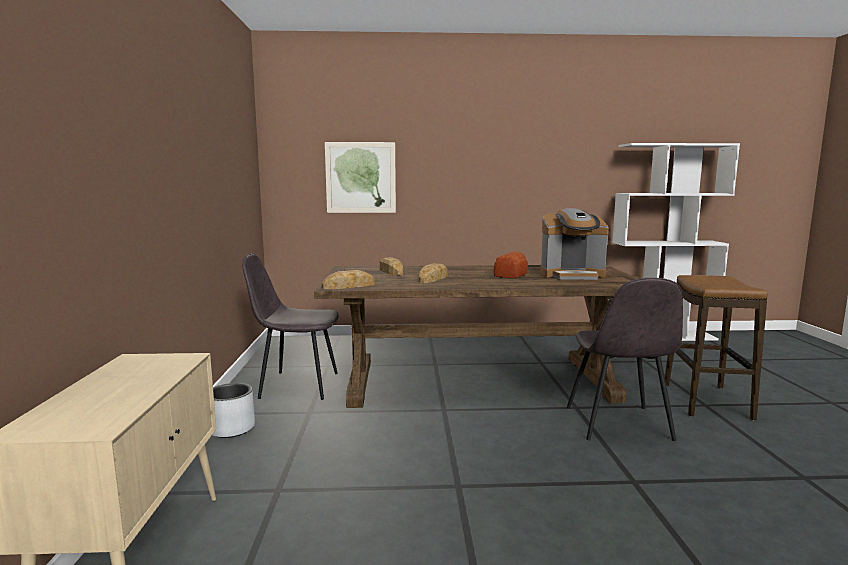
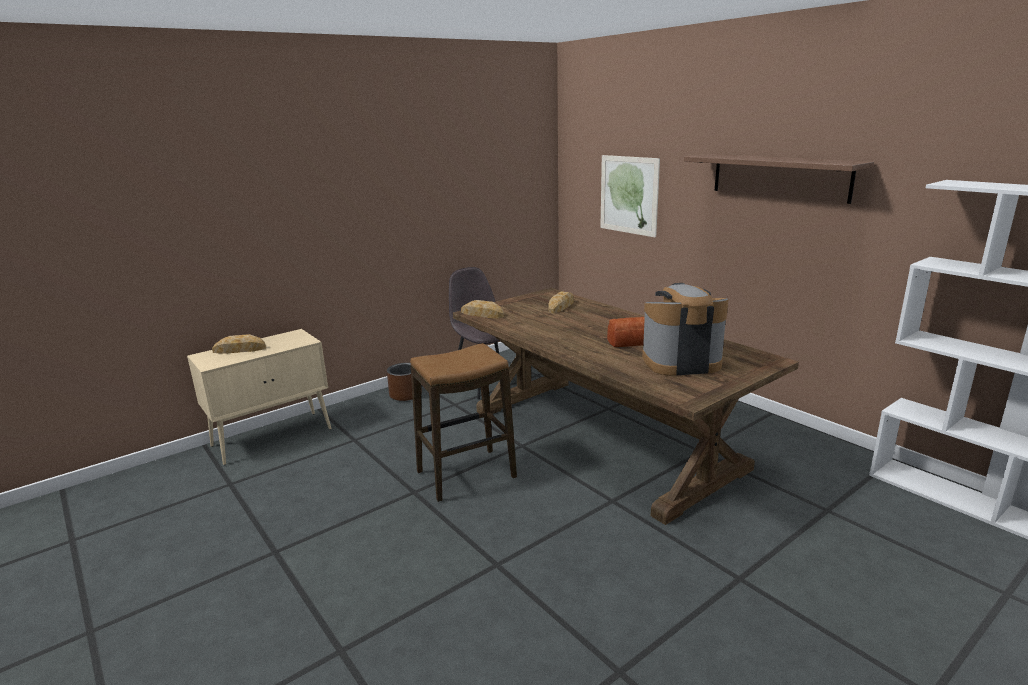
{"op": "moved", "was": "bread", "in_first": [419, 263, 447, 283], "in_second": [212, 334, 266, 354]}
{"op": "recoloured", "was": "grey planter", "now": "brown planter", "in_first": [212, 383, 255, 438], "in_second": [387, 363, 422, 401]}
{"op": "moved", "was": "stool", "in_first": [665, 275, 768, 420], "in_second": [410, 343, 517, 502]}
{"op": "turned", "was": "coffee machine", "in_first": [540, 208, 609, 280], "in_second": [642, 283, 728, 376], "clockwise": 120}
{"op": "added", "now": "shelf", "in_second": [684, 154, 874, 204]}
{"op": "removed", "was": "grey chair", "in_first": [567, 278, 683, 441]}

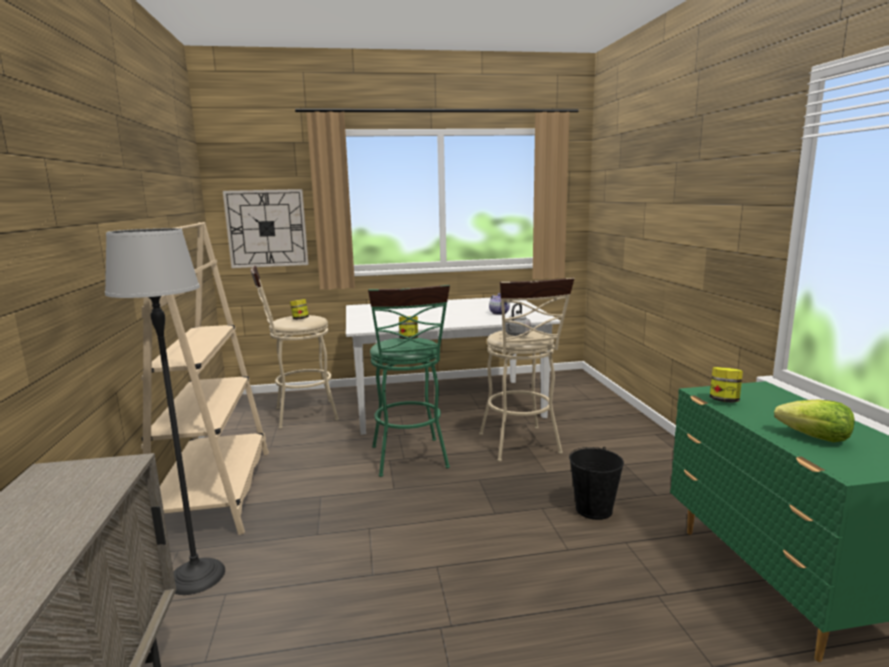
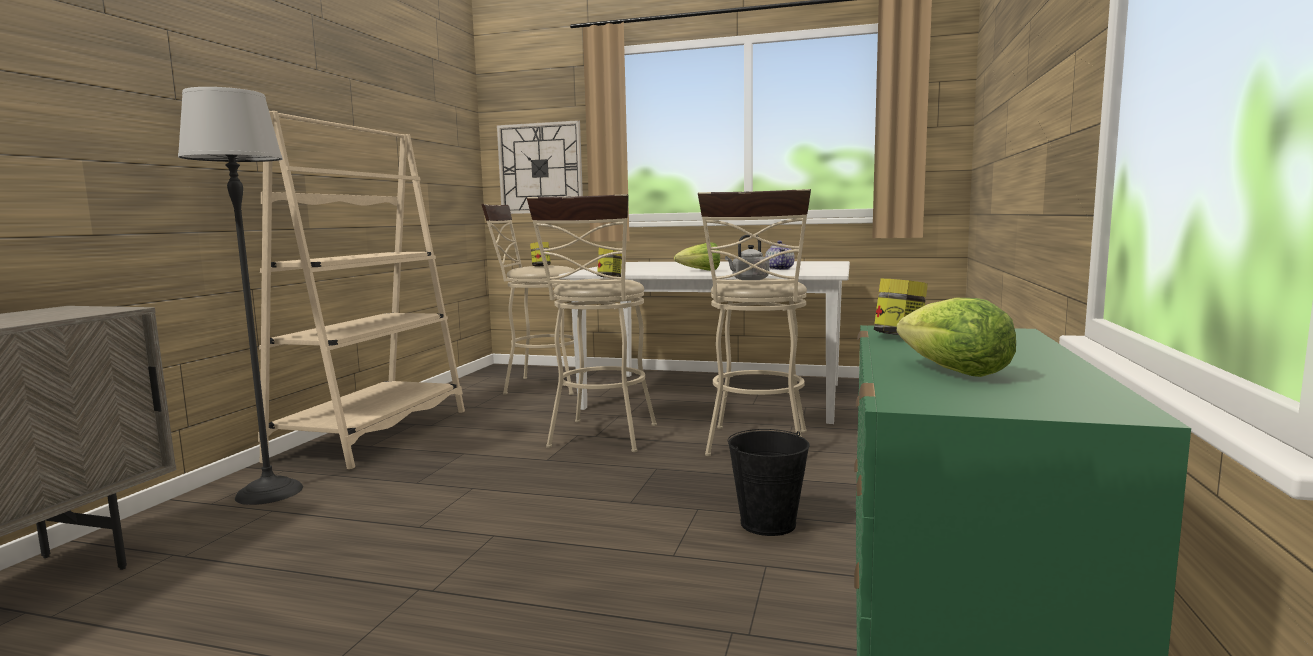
{"op": "recoloured", "was": "green stool", "now": "beige stool", "in_first": [368, 285, 450, 477], "in_second": [527, 194, 657, 452]}
{"op": "added", "now": "lettuce", "in_second": [674, 242, 720, 271]}

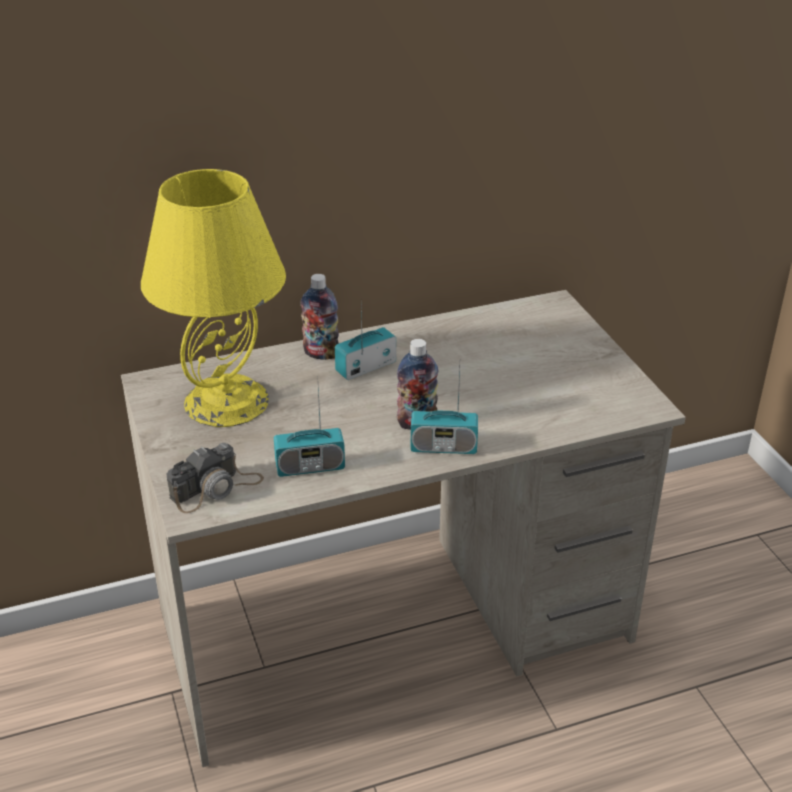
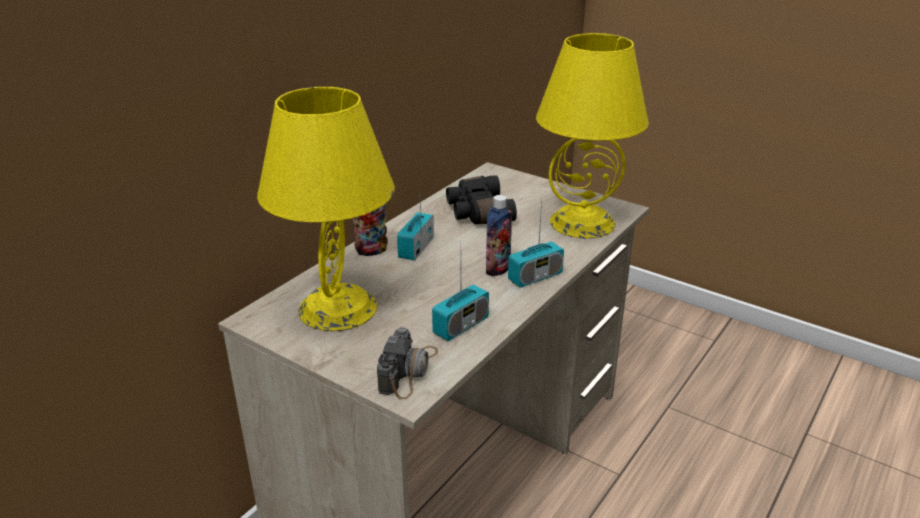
{"op": "added", "now": "black binoculars", "in_second": [446, 175, 517, 224]}
{"op": "added", "now": "yellow table lamp", "in_second": [536, 33, 649, 239]}

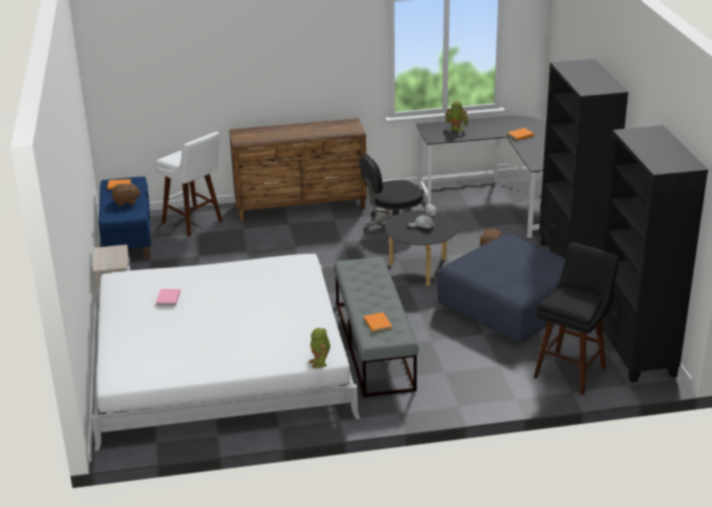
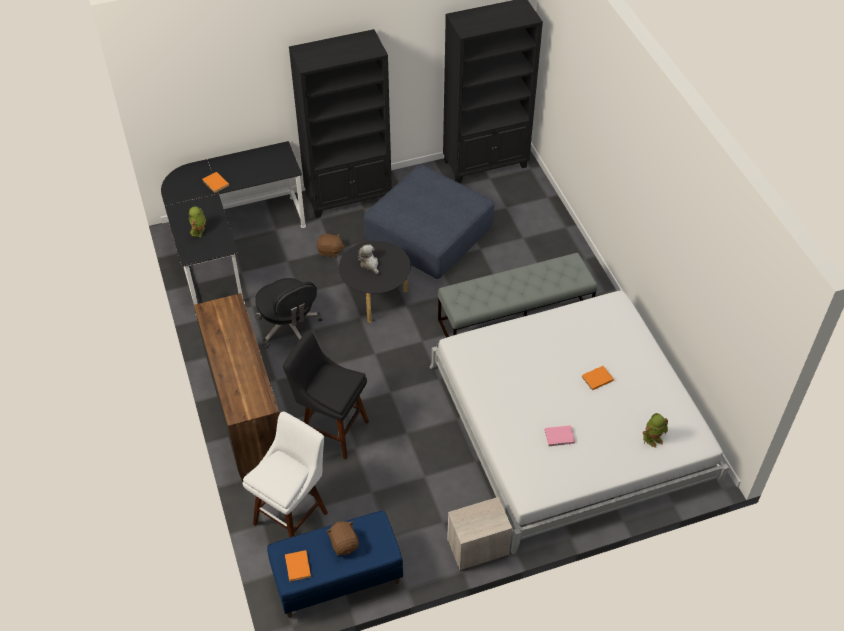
{"op": "moved", "was": "black stool", "in_first": [533, 242, 619, 395], "in_second": [283, 331, 369, 459]}
{"op": "moved", "was": "orange book", "in_first": [364, 312, 392, 333], "in_second": [582, 366, 614, 390]}
{"op": "moved", "was": "toy robot", "in_first": [309, 328, 330, 368], "in_second": [643, 413, 668, 448]}

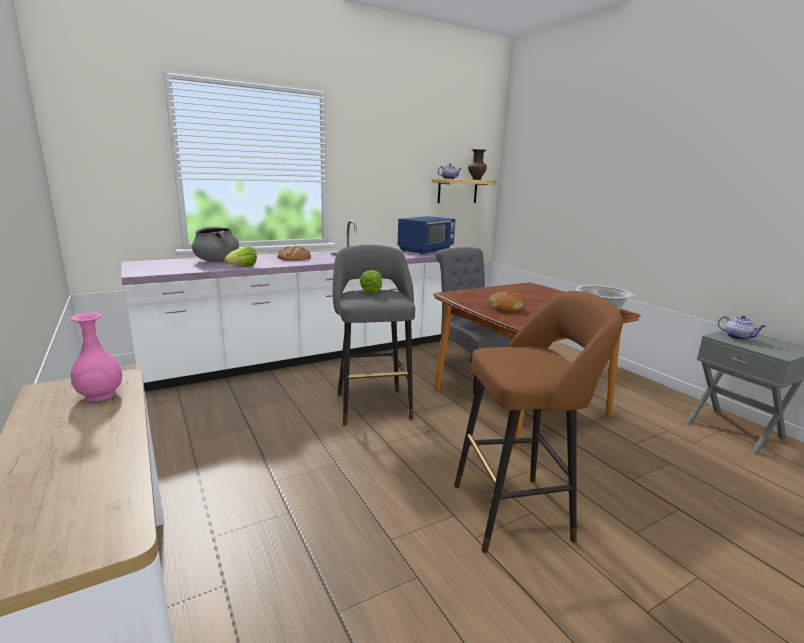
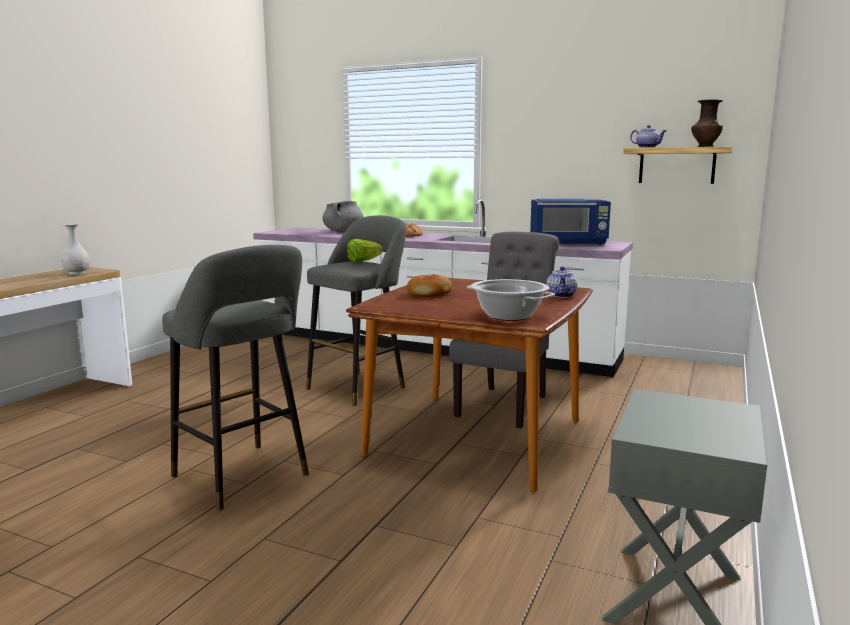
{"op": "recoloured", "was": "pink vase", "now": "white vase", "in_first": [70, 312, 122, 401], "in_second": [61, 223, 90, 275]}
{"op": "recoloured", "was": "brown stool", "now": "grey stool", "in_first": [454, 291, 623, 553], "in_second": [162, 245, 309, 510]}
{"op": "moved", "was": "teapot", "in_first": [718, 315, 766, 340], "in_second": [546, 266, 578, 298]}
{"op": "removed", "was": "lettuce", "in_first": [224, 246, 257, 266]}

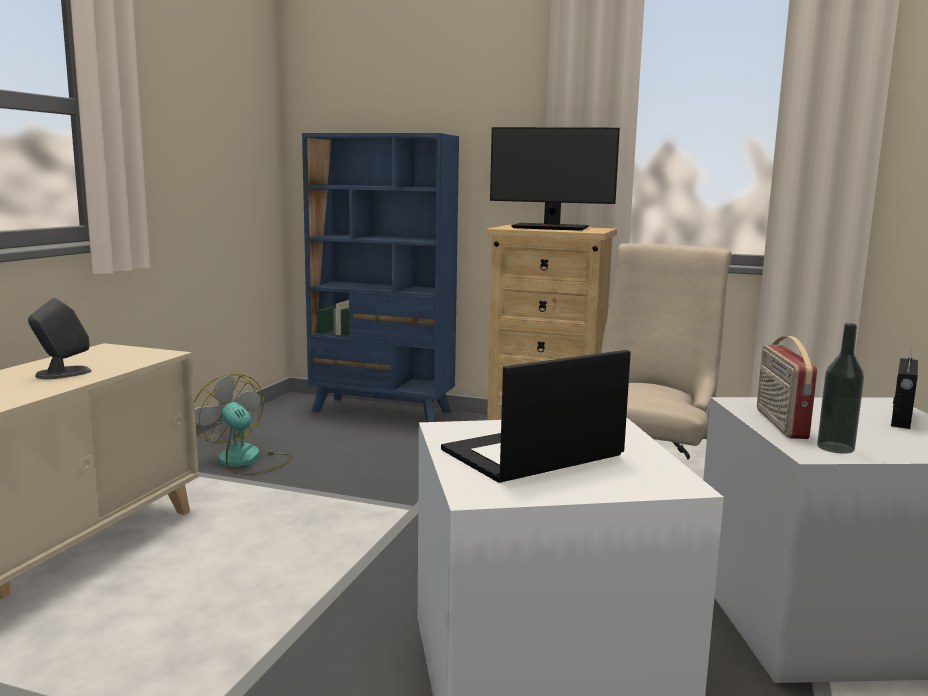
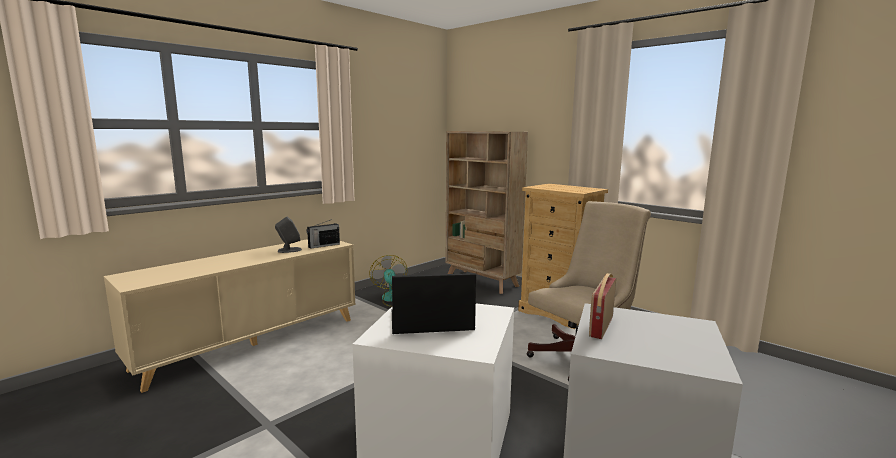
{"op": "moved", "was": "radio", "in_first": [891, 348, 918, 429], "in_second": [306, 219, 340, 249]}
{"op": "recoloured", "was": "blue bookcase", "now": "beige bookcase", "in_first": [302, 133, 459, 422], "in_second": [446, 131, 528, 294]}
{"op": "removed", "was": "monitor", "in_first": [490, 127, 620, 231]}
{"op": "removed", "was": "bottle", "in_first": [817, 323, 864, 454]}

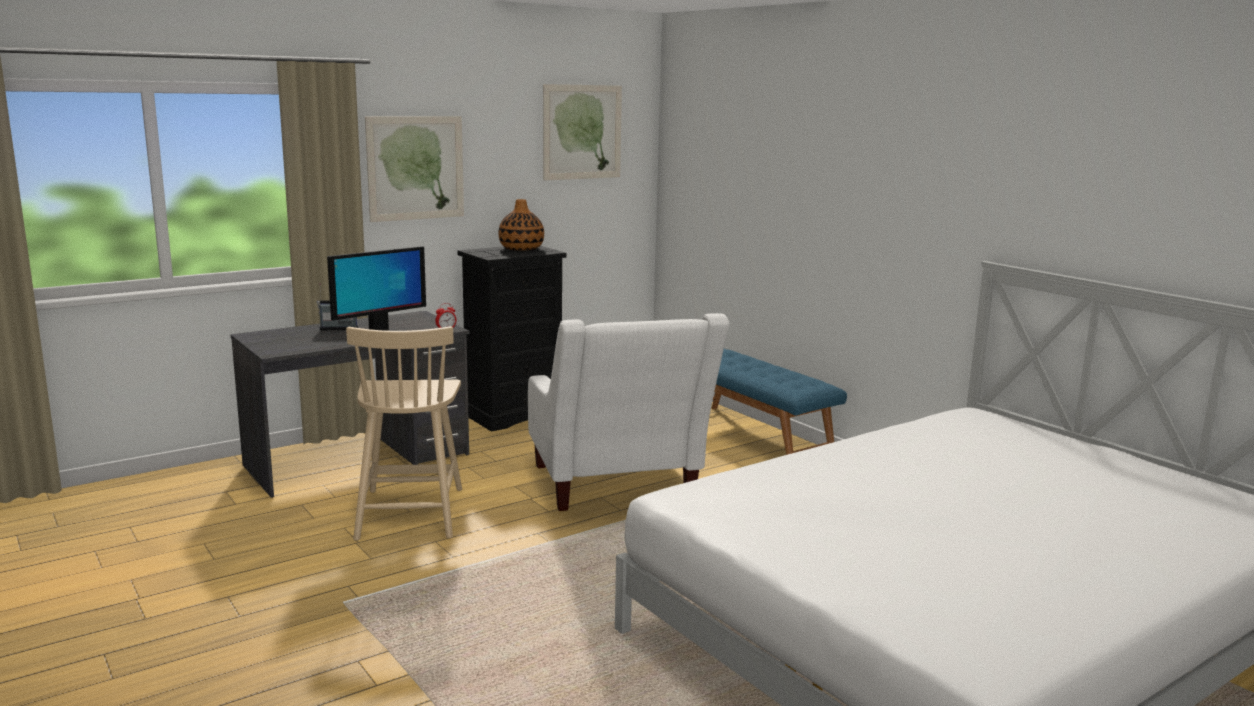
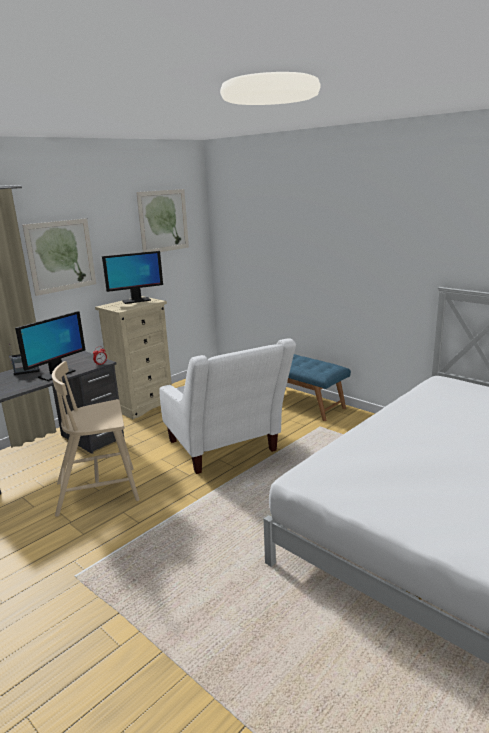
{"op": "turned", "was": "beige chair", "in_first": [346, 326, 462, 541], "in_second": [52, 361, 140, 517], "clockwise": 90}
{"op": "recoloured", "was": "black dresser", "now": "beige dresser", "in_first": [457, 246, 567, 432], "in_second": [95, 296, 172, 419]}
{"op": "replaced", "was": "vase", "now": "monitor", "in_first": [498, 199, 544, 250], "in_second": [102, 251, 163, 304]}

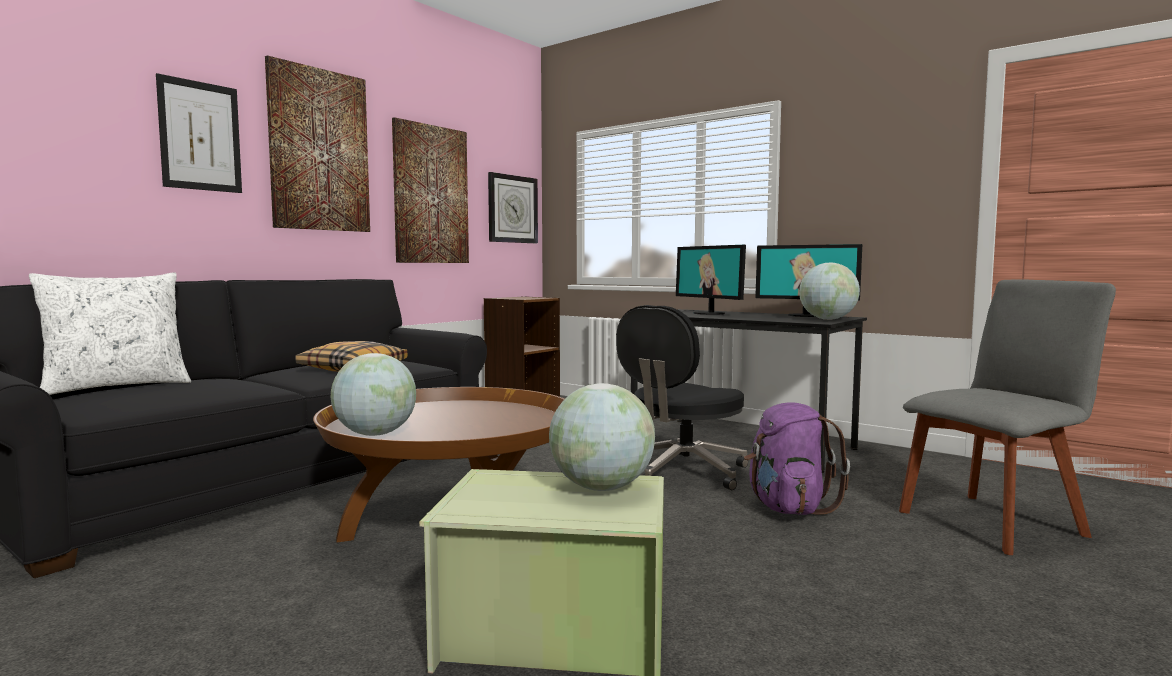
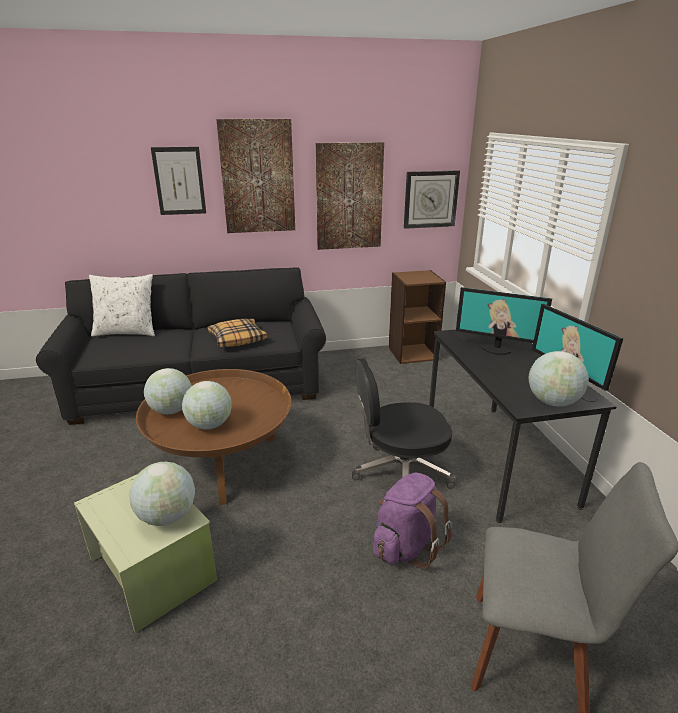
{"op": "added", "now": "globe", "in_second": [182, 381, 232, 430]}
{"op": "turned", "was": "monitor", "in_first": [676, 245, 746, 315], "in_second": [456, 287, 552, 355], "clockwise": -75}

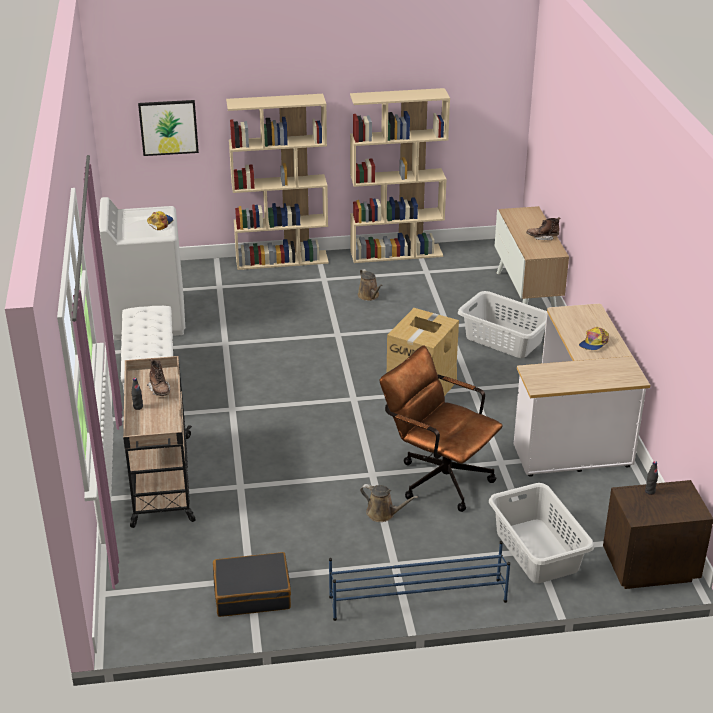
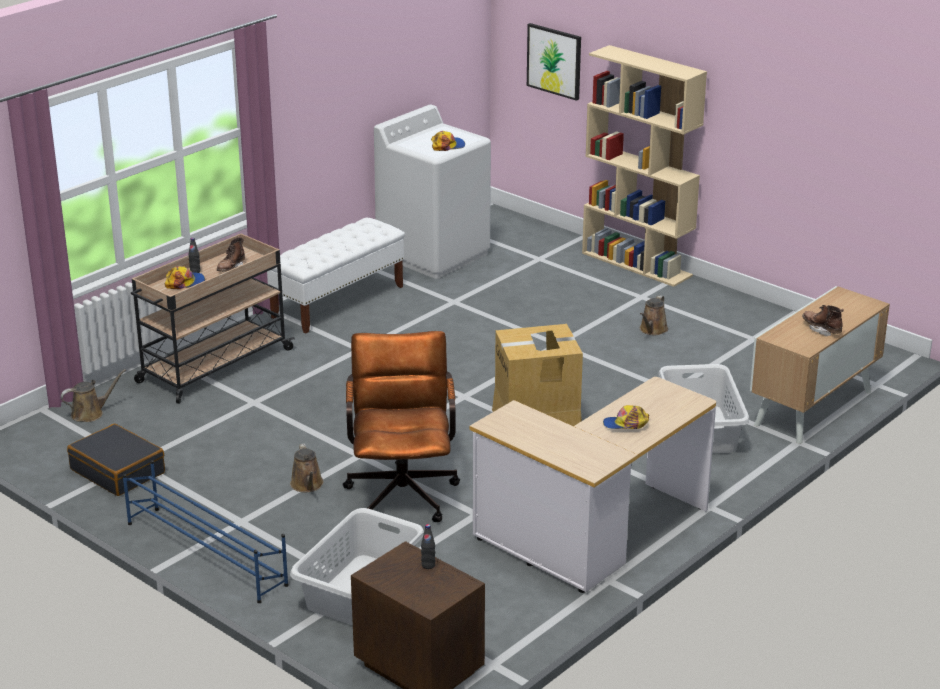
{"op": "added", "now": "brown watering can", "in_second": [61, 369, 126, 422]}
{"op": "added", "now": "cap", "in_second": [165, 266, 205, 289]}
{"op": "removed", "was": "beige bookcase", "in_first": [350, 88, 450, 263]}

